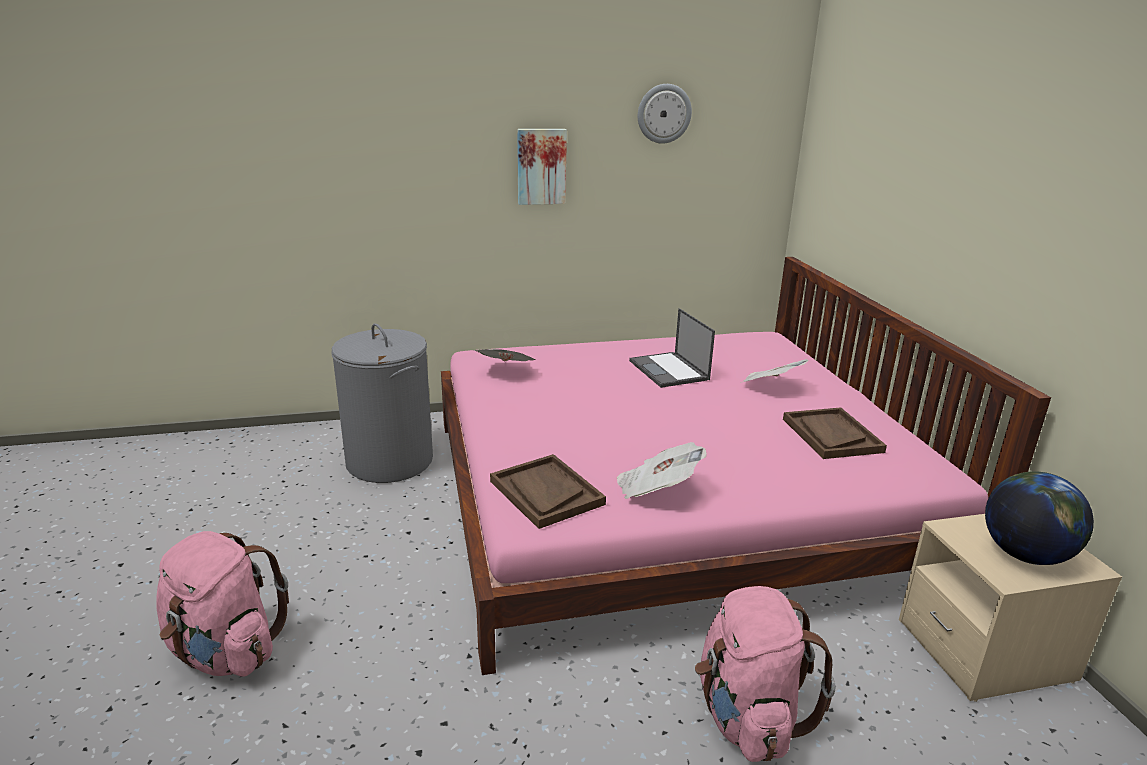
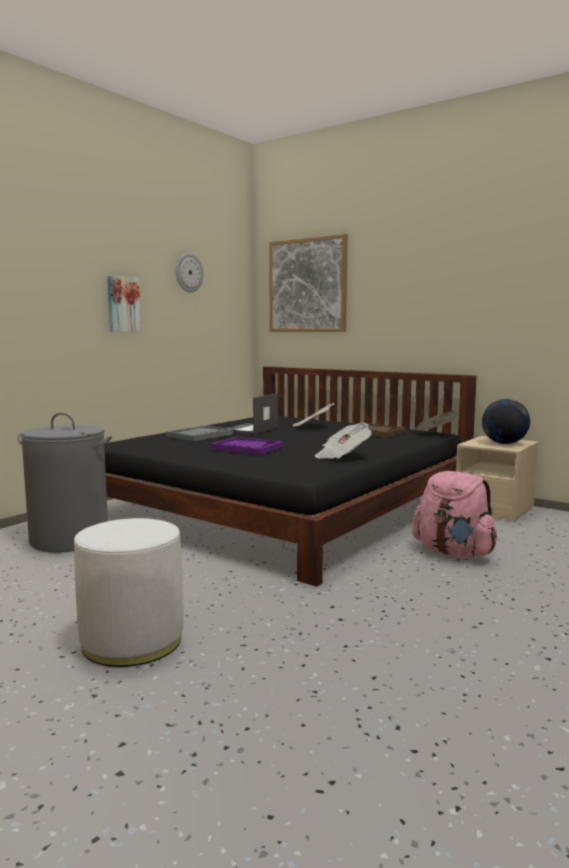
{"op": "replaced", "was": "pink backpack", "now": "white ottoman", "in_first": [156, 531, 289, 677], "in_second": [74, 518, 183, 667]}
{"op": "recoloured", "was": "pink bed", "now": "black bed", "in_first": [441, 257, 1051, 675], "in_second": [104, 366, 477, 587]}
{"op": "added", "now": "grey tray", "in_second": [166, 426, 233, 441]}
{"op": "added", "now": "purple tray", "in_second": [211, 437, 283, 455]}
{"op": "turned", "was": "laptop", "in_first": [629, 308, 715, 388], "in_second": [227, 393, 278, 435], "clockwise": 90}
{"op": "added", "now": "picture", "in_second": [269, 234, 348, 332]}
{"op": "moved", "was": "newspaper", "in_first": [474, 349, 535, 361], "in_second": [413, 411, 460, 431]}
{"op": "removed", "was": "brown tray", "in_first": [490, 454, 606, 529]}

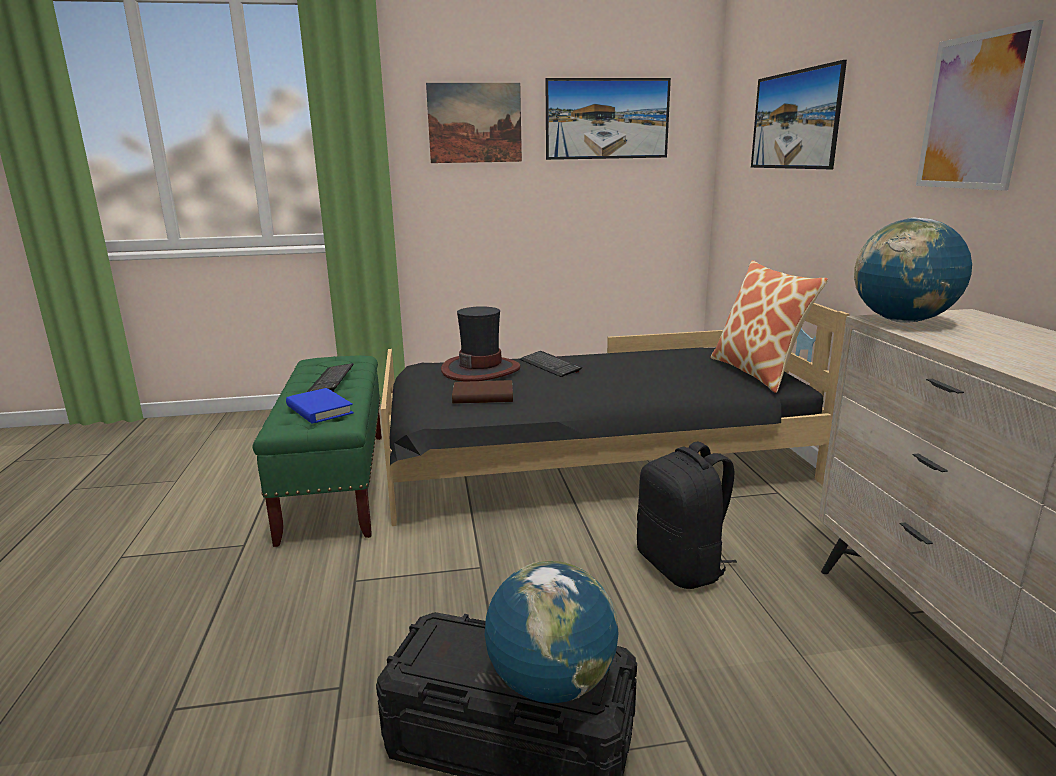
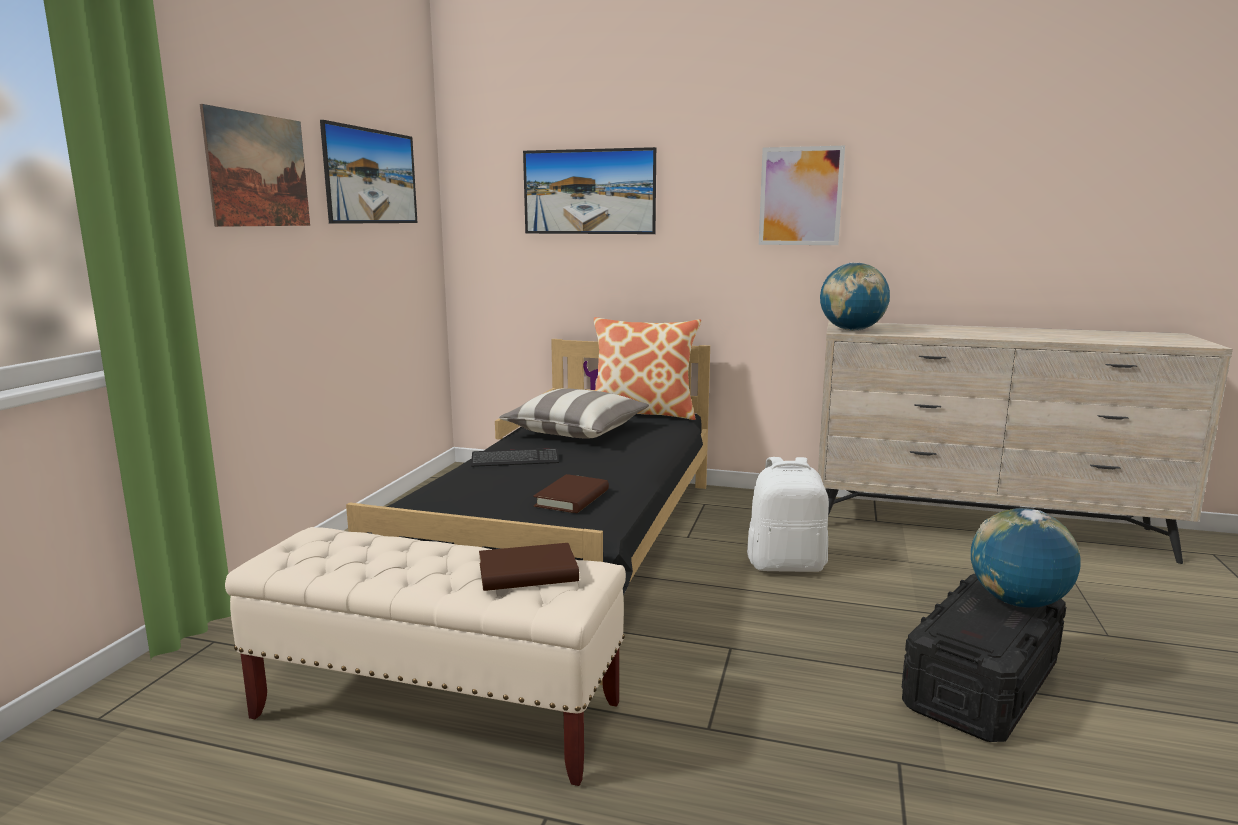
{"op": "recoloured", "was": "green bench", "now": "beige bench", "in_first": [253, 356, 382, 547], "in_second": [225, 527, 626, 786]}
{"op": "recoloured", "was": "blue book", "now": "brown book", "in_first": [286, 388, 354, 424], "in_second": [479, 543, 579, 591]}
{"op": "added", "now": "pillow", "in_second": [499, 388, 649, 439]}
{"op": "recoloured", "was": "black backpack", "now": "white backpack", "in_first": [637, 442, 737, 589], "in_second": [747, 457, 829, 572]}
{"op": "removed", "was": "keyboard", "in_first": [307, 363, 354, 392]}
{"op": "removed", "was": "hat", "in_first": [441, 306, 521, 382]}

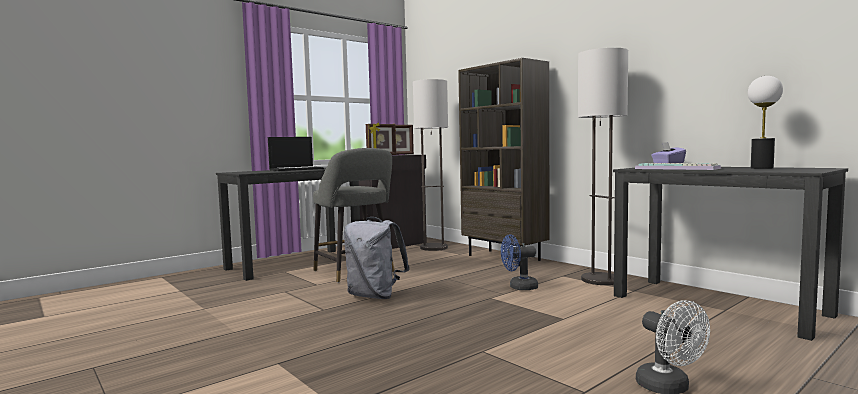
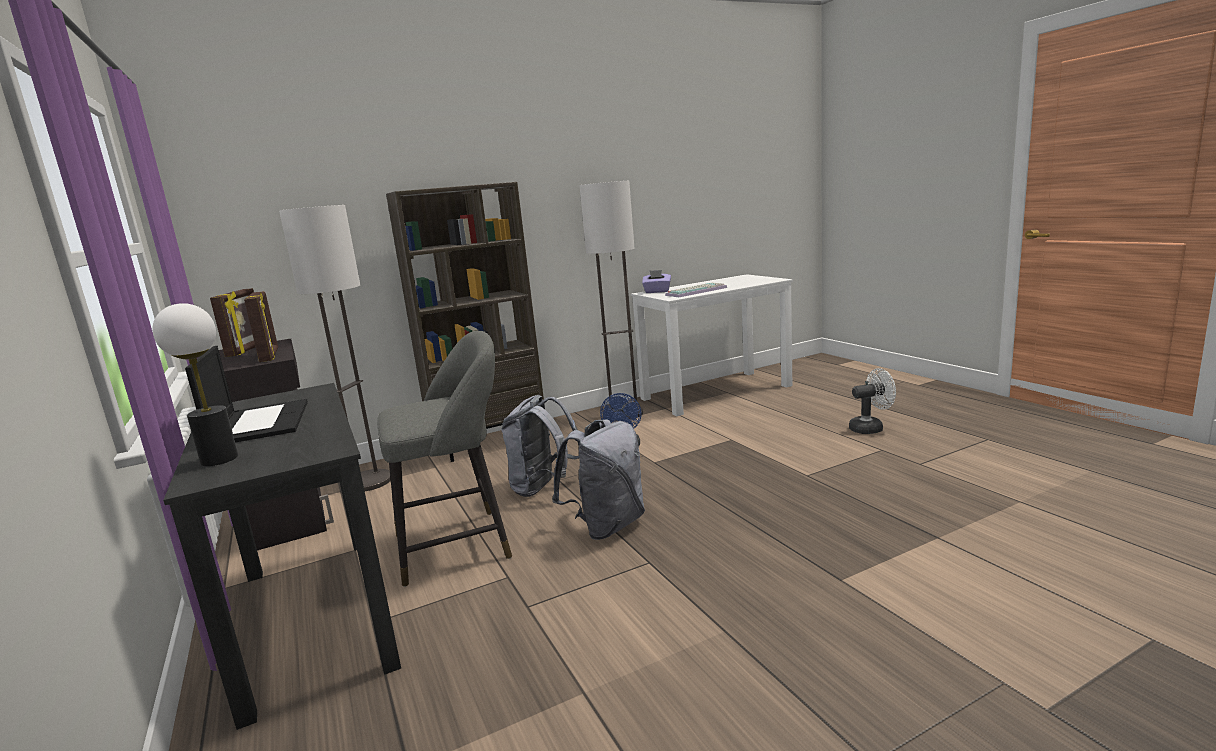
{"op": "moved", "was": "table lamp", "in_first": [748, 76, 783, 169], "in_second": [152, 303, 238, 466]}
{"op": "added", "now": "grey backpack", "in_second": [502, 395, 580, 497]}
{"op": "recoloured", "was": "black desk", "now": "white desk", "in_first": [613, 167, 848, 341], "in_second": [631, 274, 793, 416]}

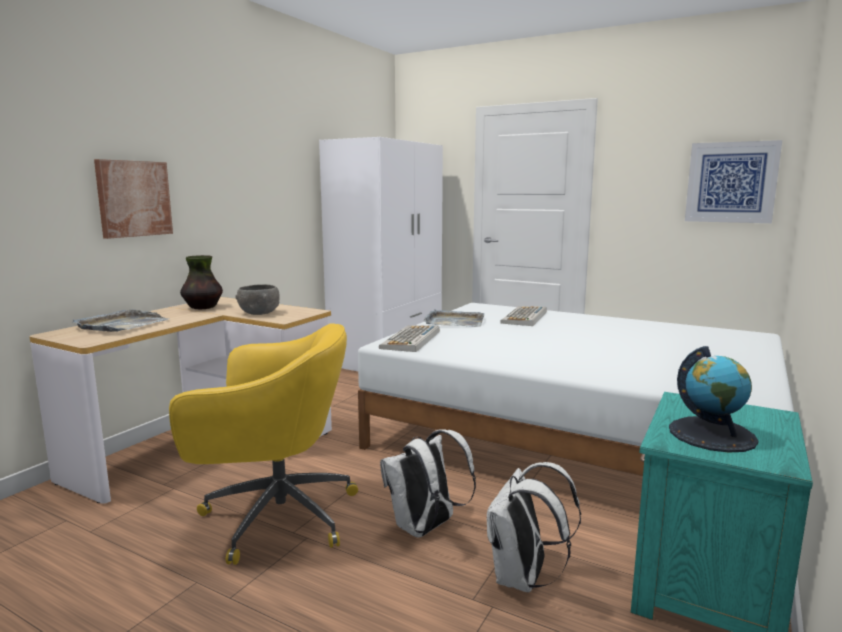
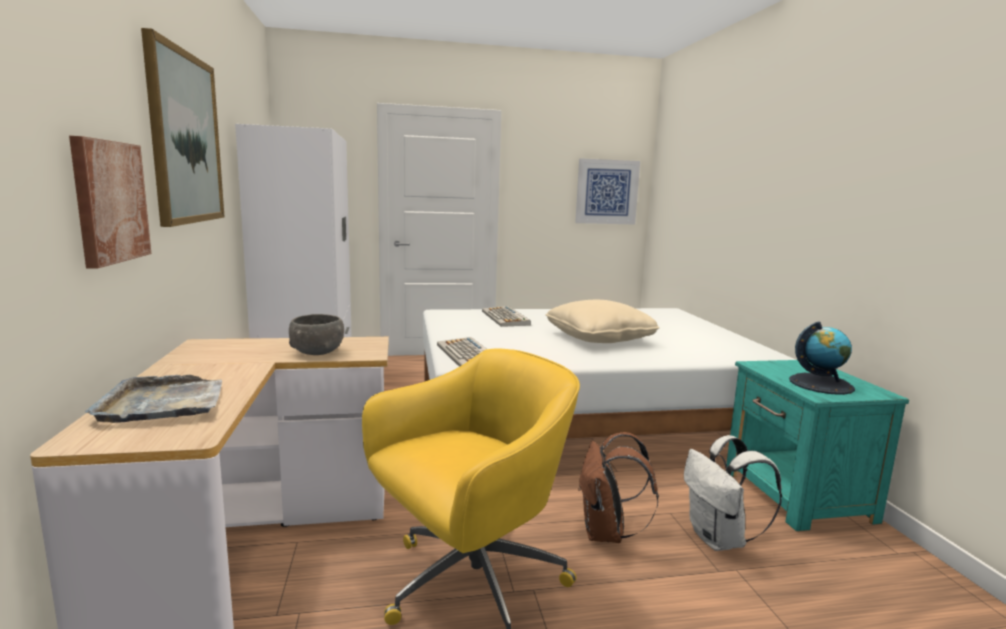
{"op": "added", "now": "picture", "in_second": [141, 28, 225, 227]}
{"op": "added", "now": "beige pillow", "in_second": [546, 300, 660, 343]}
{"op": "recoloured", "was": "white backpack", "now": "brown backpack", "in_first": [380, 429, 476, 538], "in_second": [578, 432, 659, 543]}
{"op": "removed", "was": "vase", "in_first": [180, 255, 223, 309]}
{"op": "removed", "was": "grey tray", "in_first": [424, 309, 484, 327]}

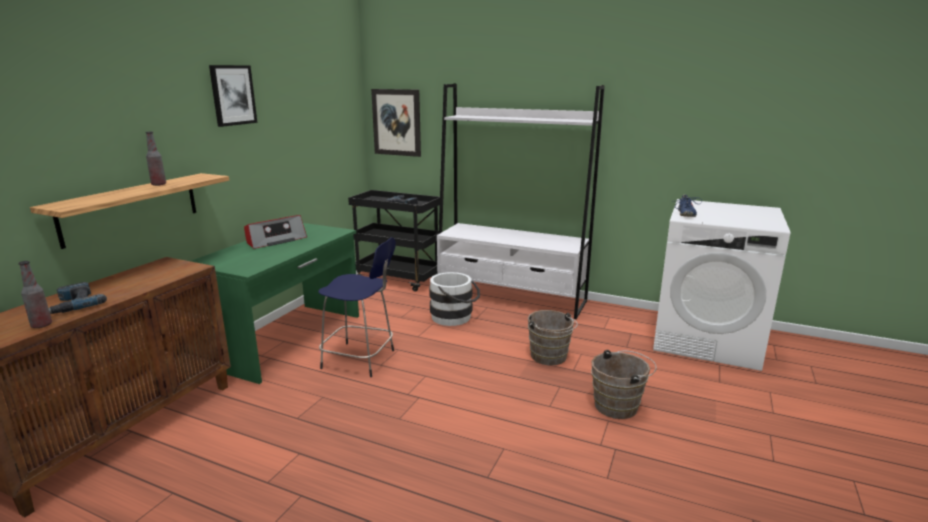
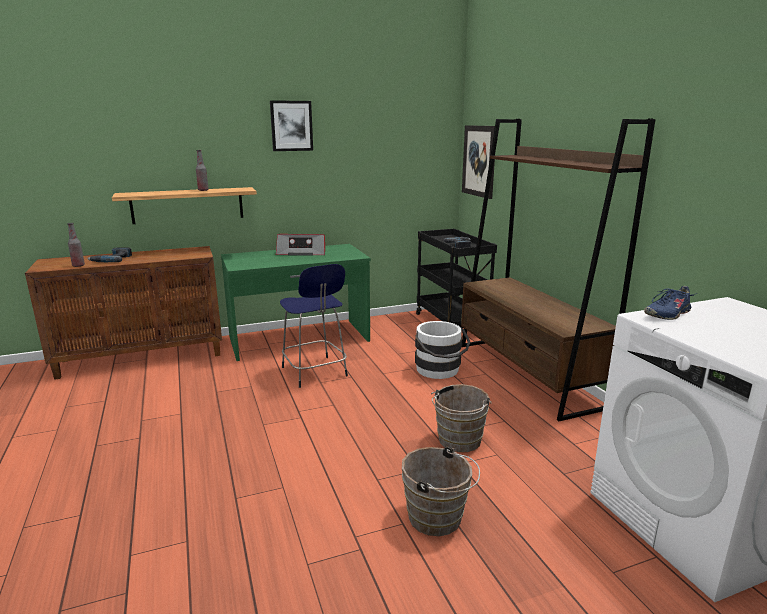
{"op": "recoloured", "was": "white bookcase", "now": "brown bookcase", "in_first": [437, 84, 605, 319], "in_second": [461, 118, 655, 421]}

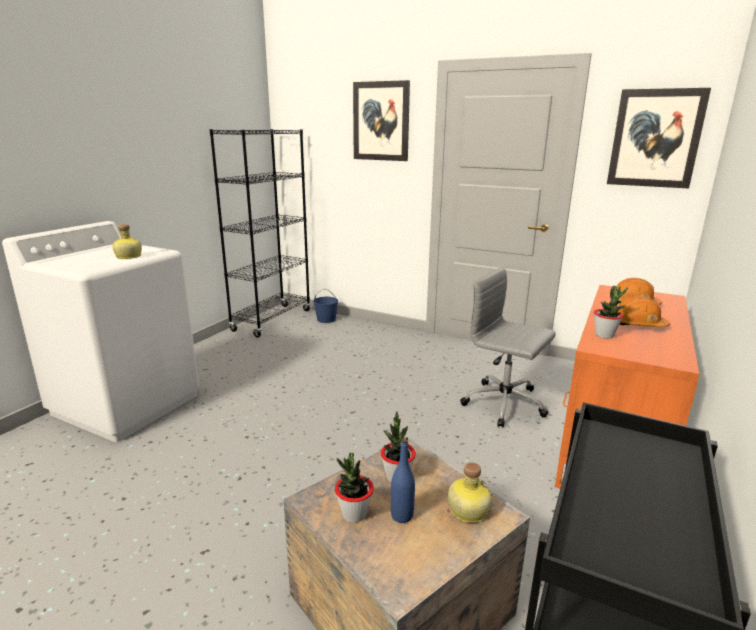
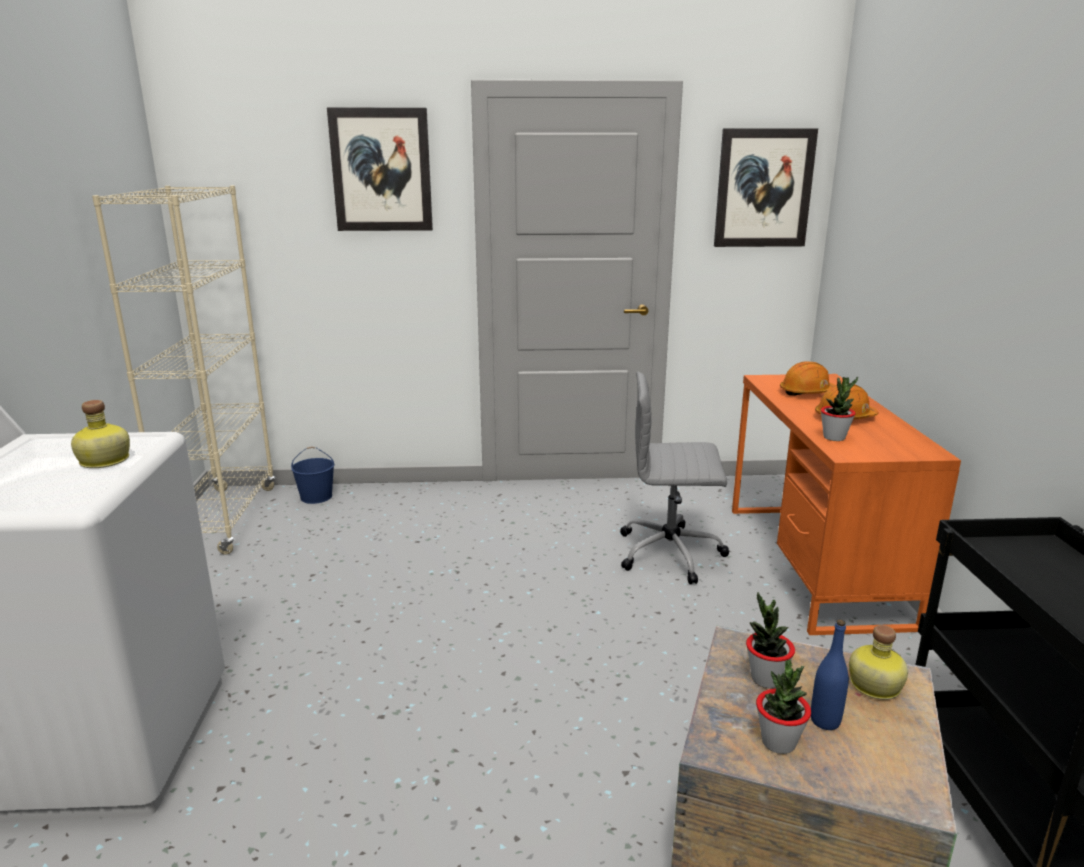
{"op": "recoloured", "was": "black bookcase", "now": "beige bookcase", "in_first": [209, 129, 311, 337], "in_second": [92, 186, 276, 555]}

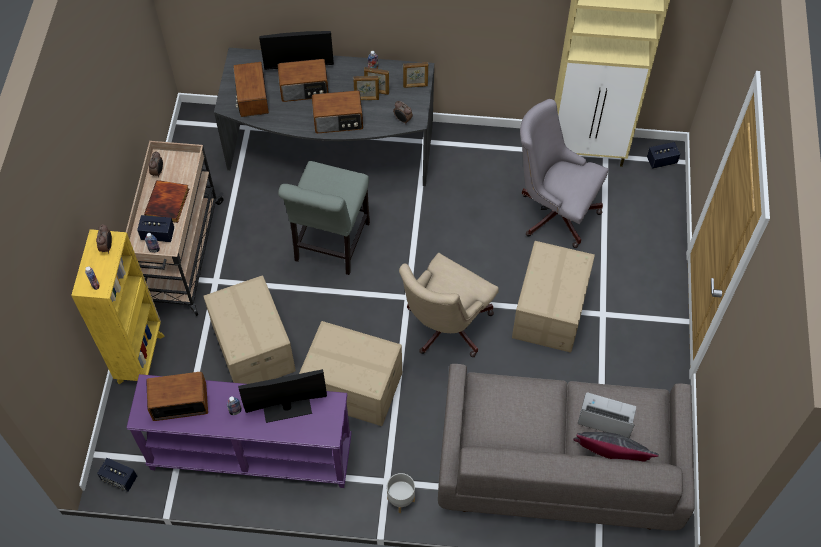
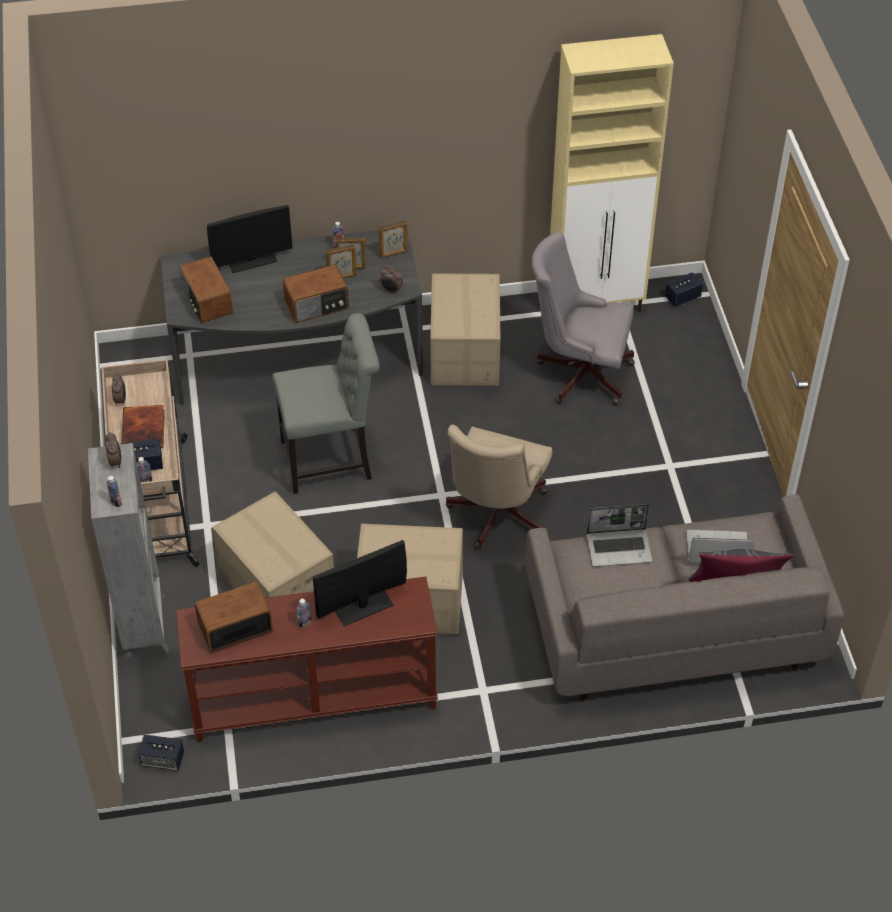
{"op": "recoloured", "was": "yellow bookcase", "now": "grey bookcase", "in_first": [71, 229, 165, 384], "in_second": [88, 443, 169, 660]}
{"op": "recoloured", "was": "purple console table", "now": "brown console table", "in_first": [127, 374, 352, 488], "in_second": [176, 577, 438, 742]}
{"op": "turned", "was": "grey chair", "in_first": [278, 161, 370, 275], "in_second": [272, 313, 380, 494], "clockwise": -105}
{"op": "moved", "was": "cardboard box", "in_first": [512, 241, 595, 353], "in_second": [430, 273, 500, 386]}
{"op": "added", "now": "laptop", "in_second": [587, 504, 653, 567]}
{"op": "removed", "was": "radio", "in_first": [278, 59, 329, 102]}
{"op": "removed", "was": "grey planter", "in_first": [387, 473, 415, 513]}

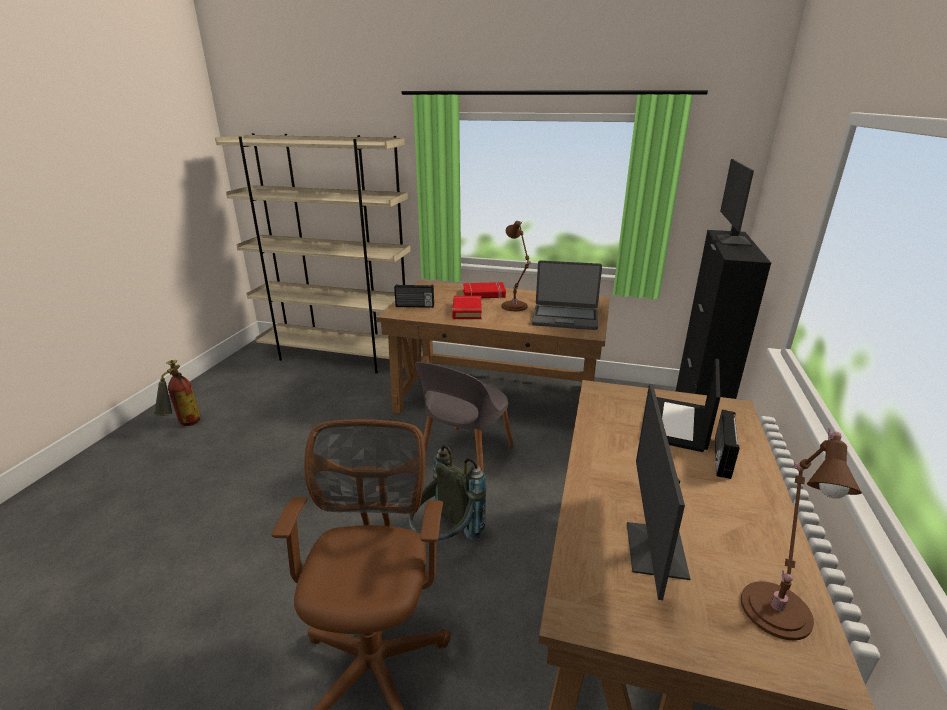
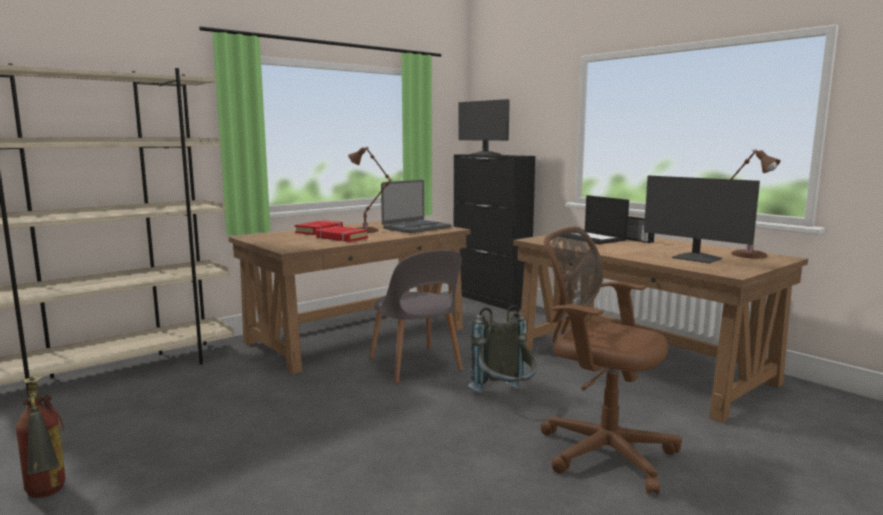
{"op": "removed", "was": "radio", "in_first": [394, 284, 434, 308]}

